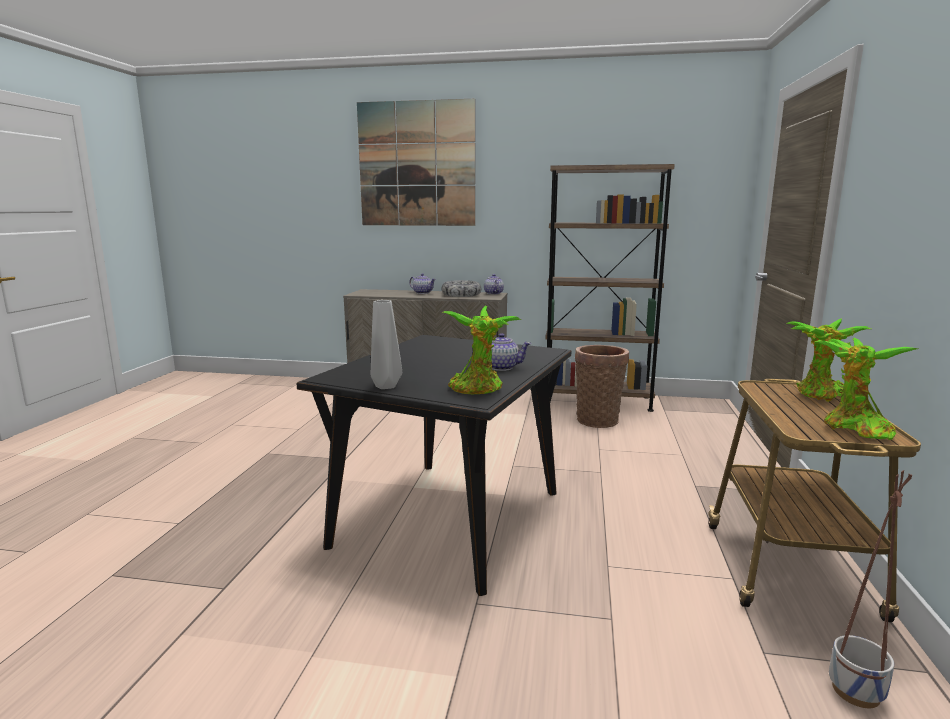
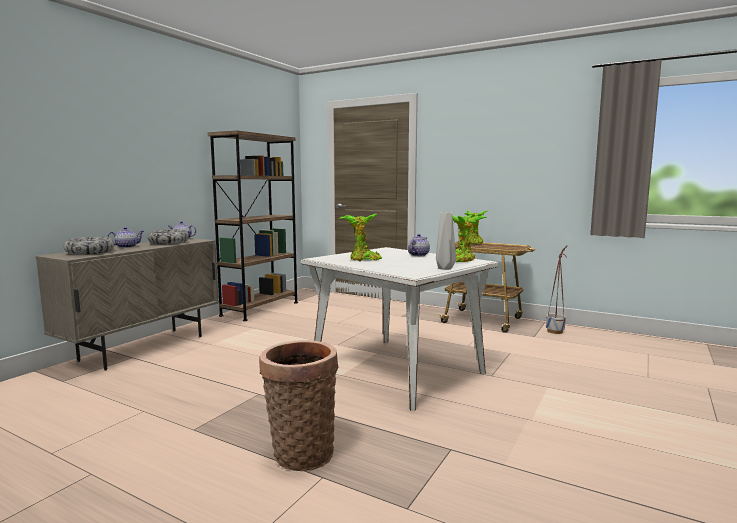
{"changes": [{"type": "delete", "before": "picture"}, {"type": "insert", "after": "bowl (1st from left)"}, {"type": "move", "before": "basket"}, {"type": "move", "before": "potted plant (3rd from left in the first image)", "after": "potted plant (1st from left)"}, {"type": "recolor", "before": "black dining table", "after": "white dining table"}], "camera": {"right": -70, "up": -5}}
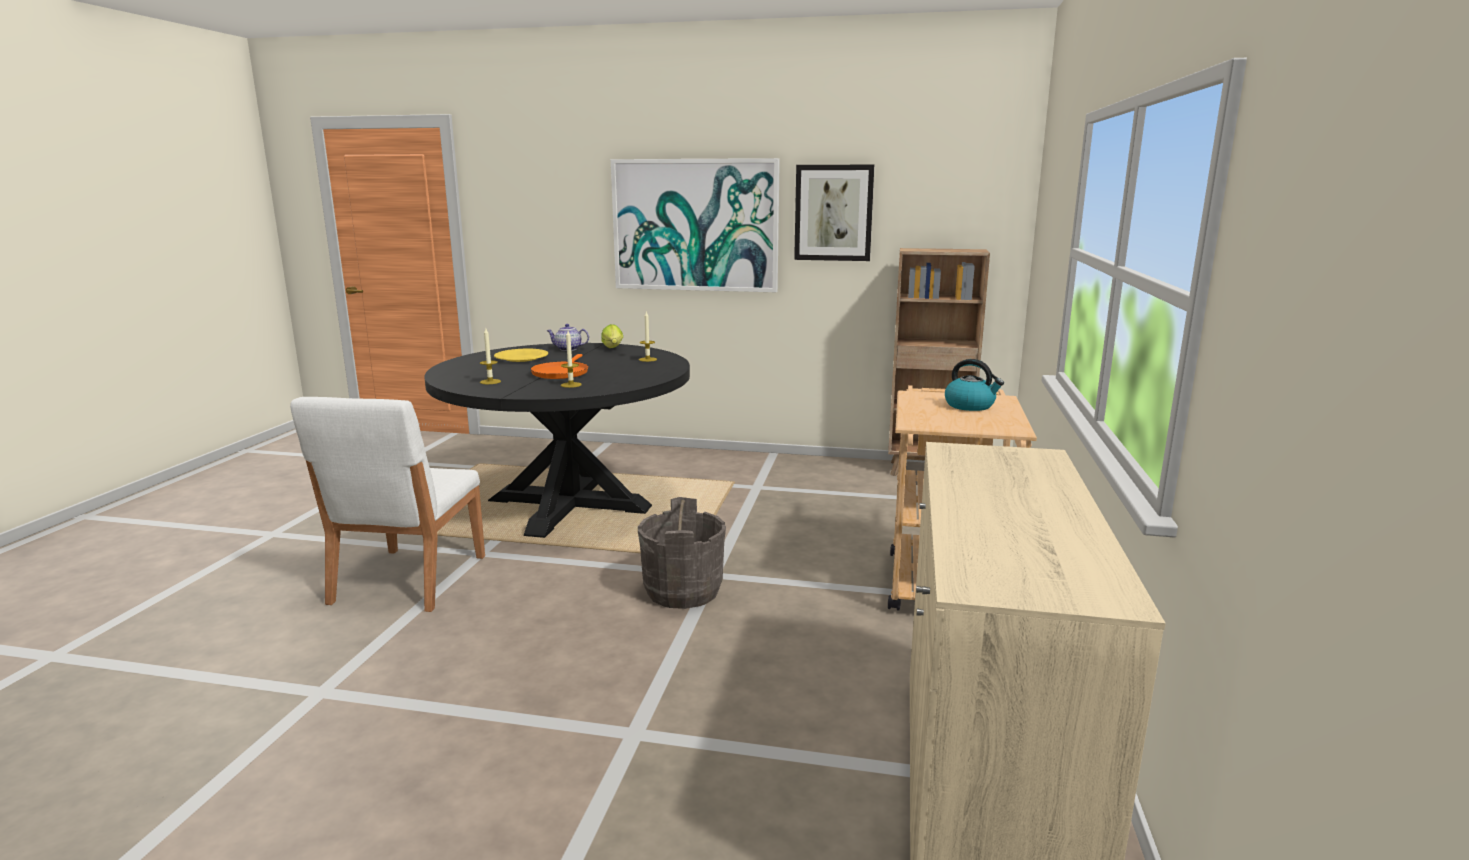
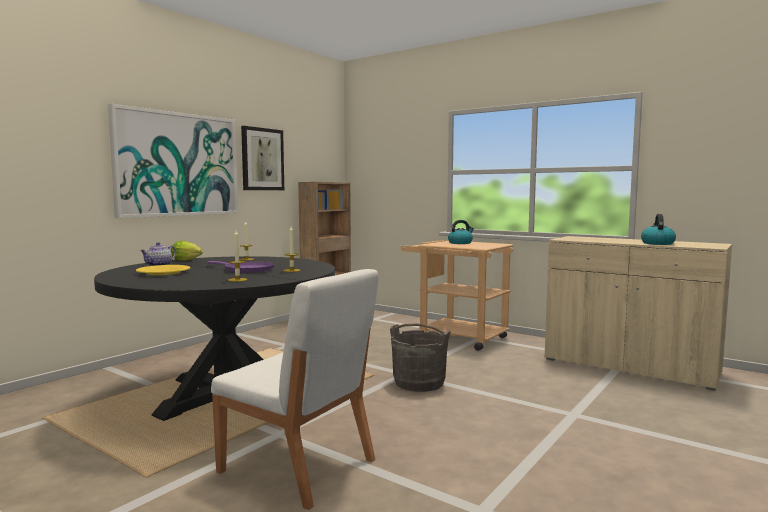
{"changes": [{"type": "insert", "after": "kettle (2nd from left)"}, {"type": "recolor", "before": "orange frying pan", "after": "purple frying pan"}], "camera": {"right": -65, "up": -10}}
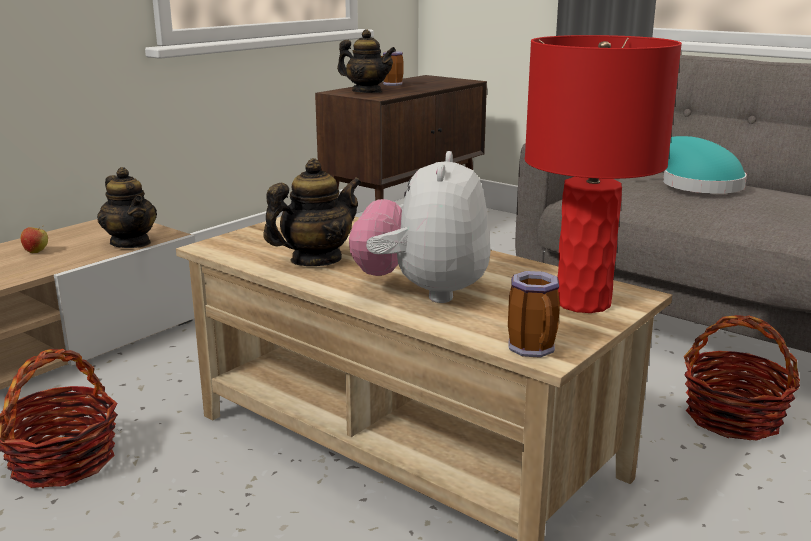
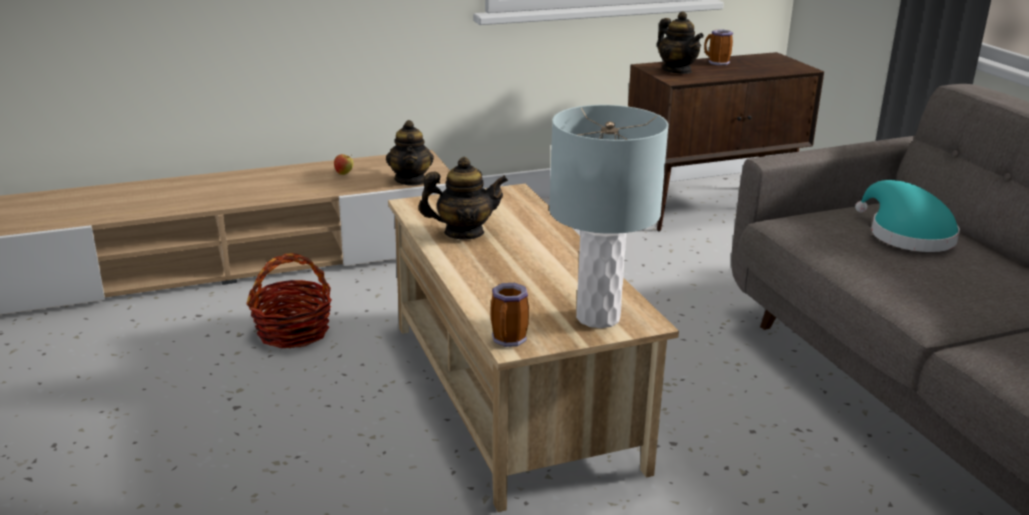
{"changes": [{"type": "delete", "before": "plush toy"}, {"type": "delete", "before": "basket (2nd from left)"}, {"type": "recolor", "before": "red table lamp", "after": "grey table lamp"}], "camera": {"right": 30, "up": 5}}
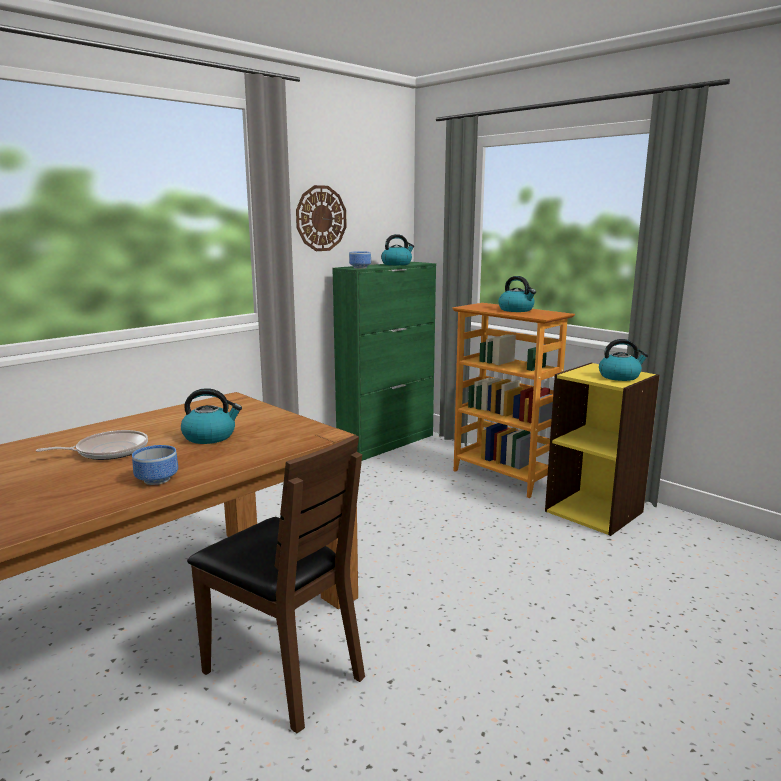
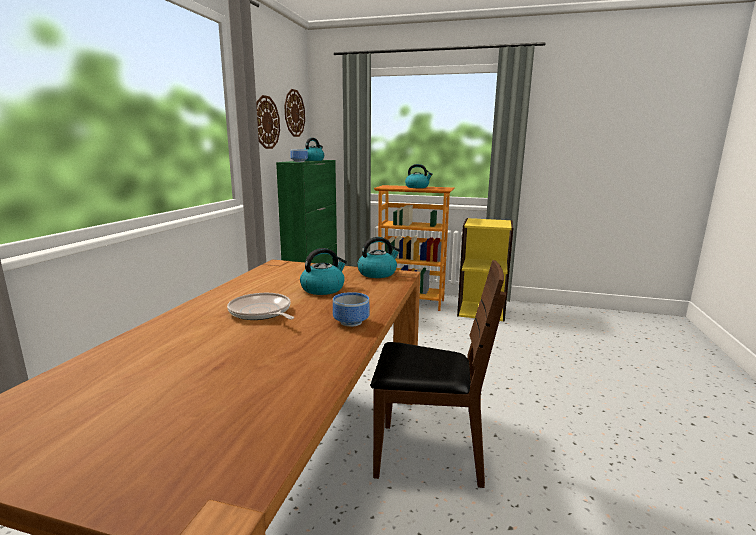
{"changes": [{"type": "insert", "after": "wall clock (2nd from left)"}, {"type": "move", "before": "kettle (4th from left in the first image)", "after": "kettle (3rd from left)"}, {"type": "rotate", "before": "frying pan", "turn": -75}], "camera": {"right": -30, "up": 0}}
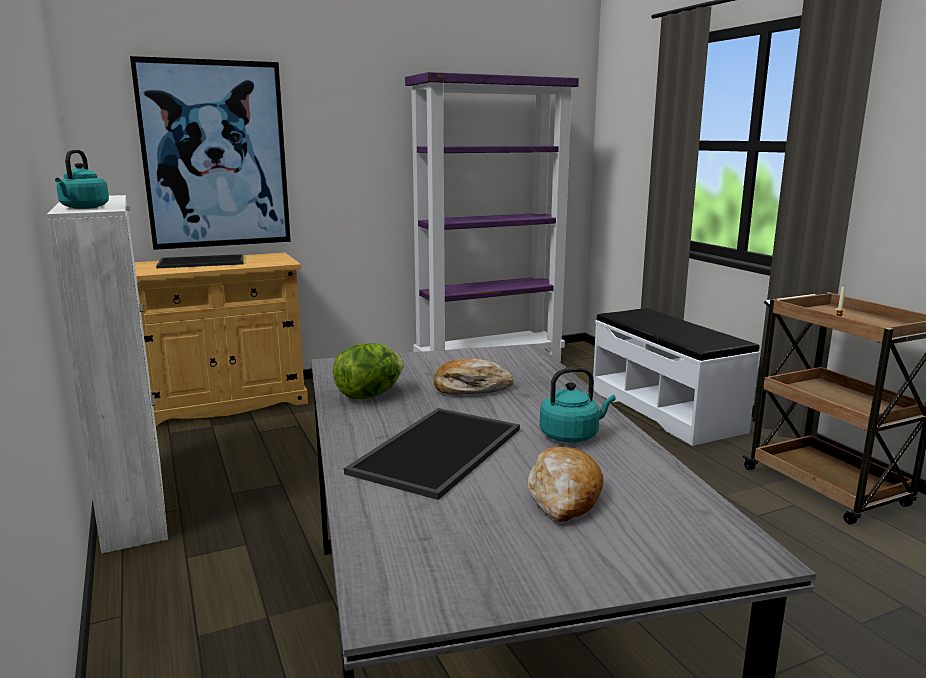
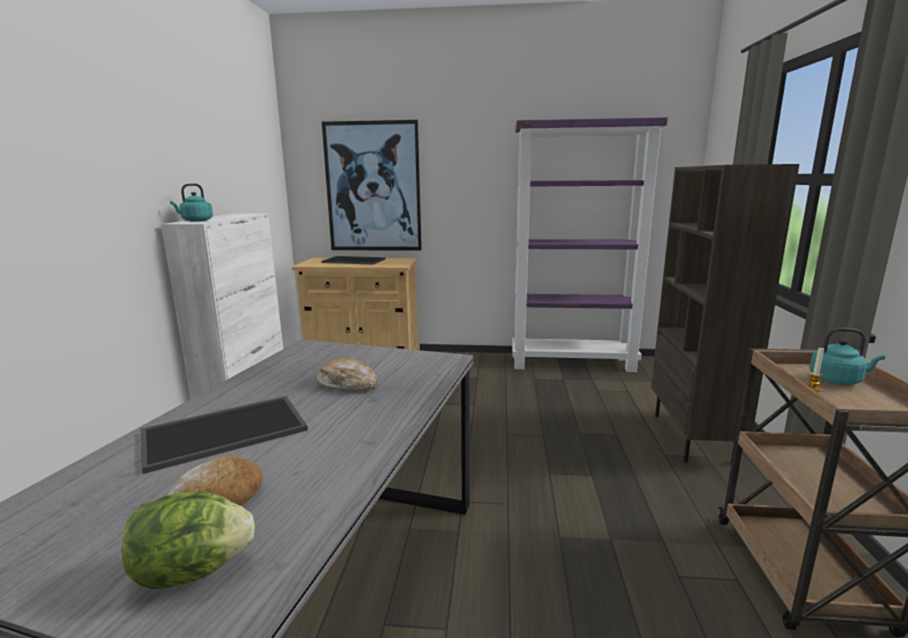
{"changes": [{"type": "move", "before": "lettuce"}, {"type": "move", "before": "turquoise kettle (2nd from left)"}, {"type": "replace", "before": "white bench", "after": "brown bookcase"}], "camera": {"right": 30, "up": 0}}
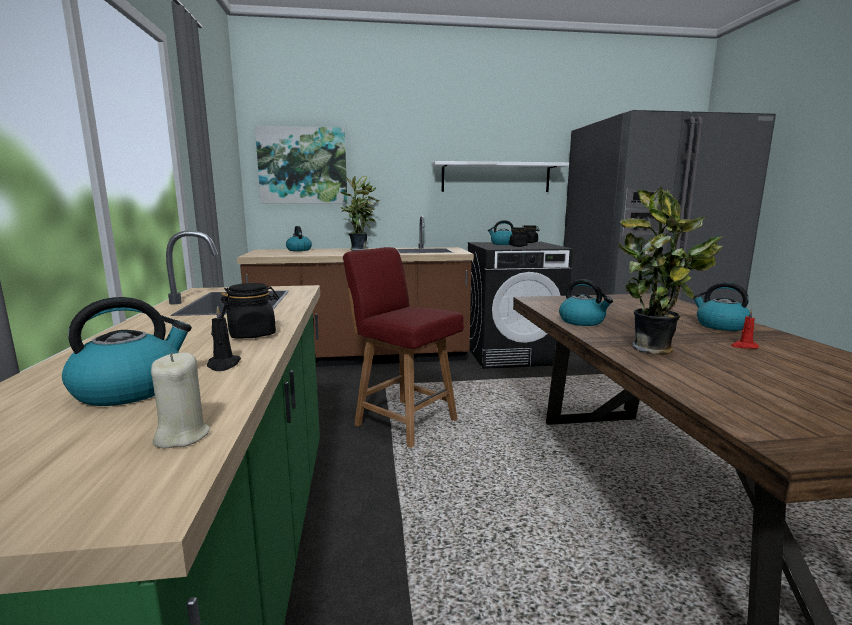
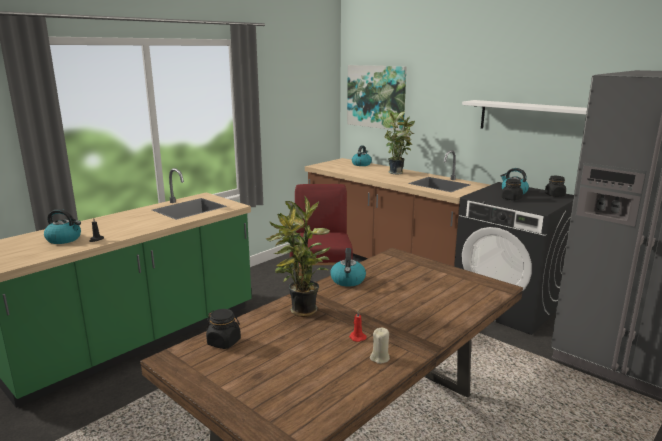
{"changes": [{"type": "delete", "before": "kettle (5th from left)"}, {"type": "move", "before": "beige candle"}, {"type": "move", "before": "black jar (1st from left)"}], "camera": {"right": 50, "up": 5}}
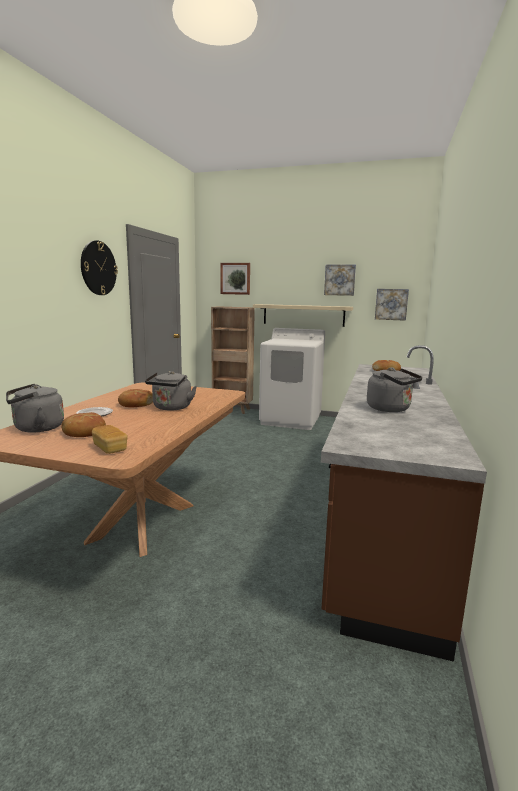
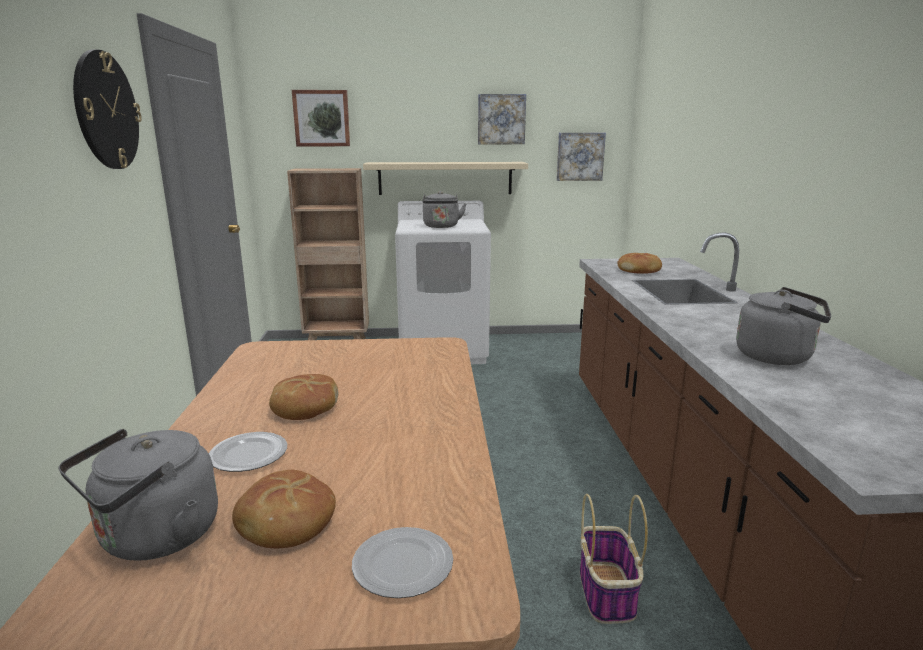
{"changes": [{"type": "insert", "after": "basket"}, {"type": "move", "before": "grey kettle (2nd from left)"}, {"type": "replace", "before": "bread (2nd from left)", "after": "plate (2nd from left)"}], "camera": {"right": -20, "up": 5}}
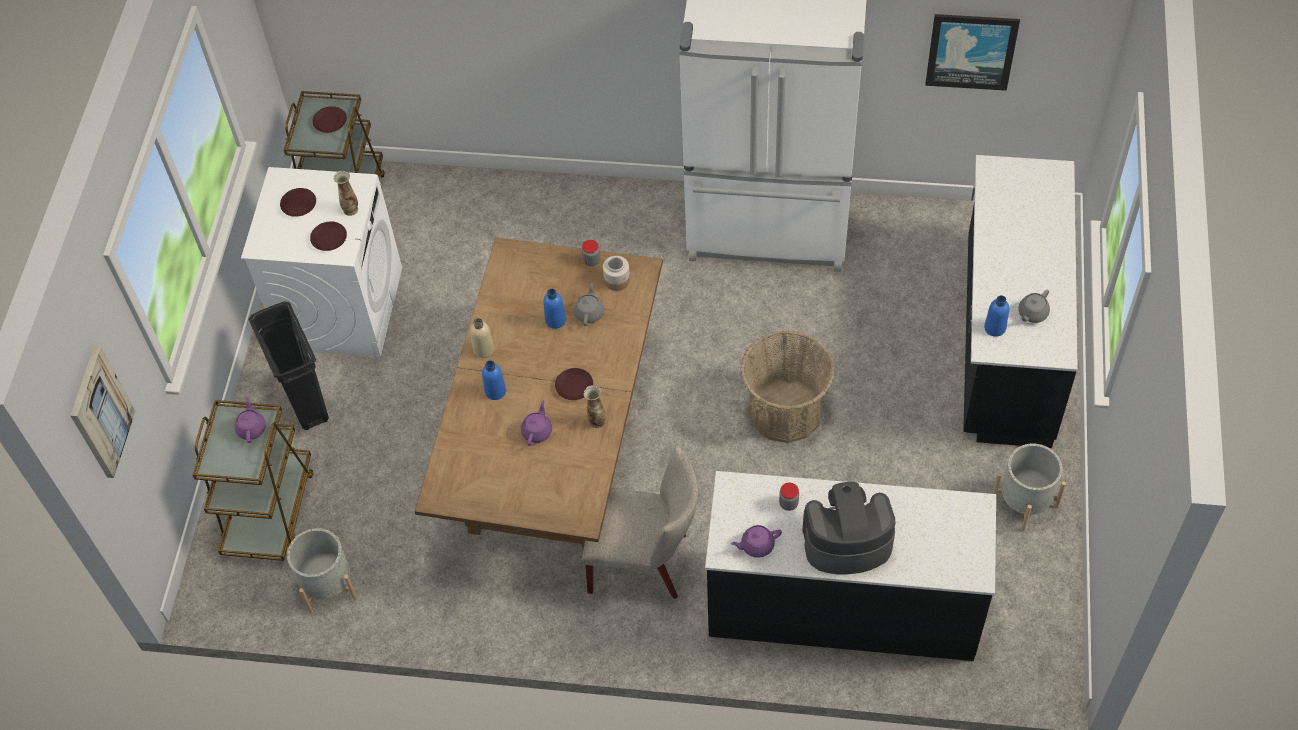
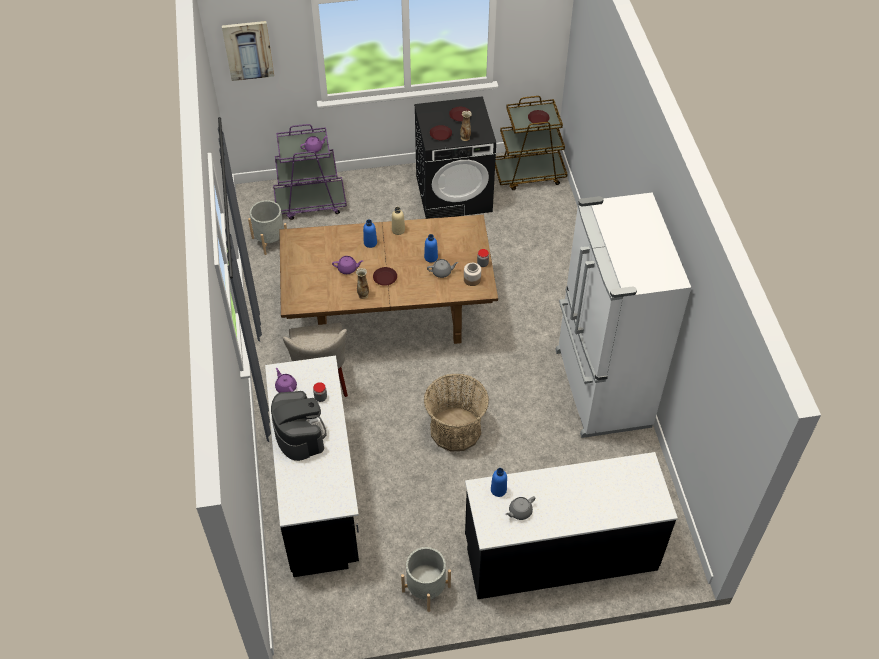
{"changes": [{"type": "delete", "before": "black trash can"}, {"type": "delete", "before": "picture (2nd from left)"}, {"type": "recolor", "before": "brown cart (1st from left)", "after": "purple cart"}, {"type": "recolor", "before": "white washing machine", "after": "black washing machine"}, {"type": "rotate", "before": "grey teapot (2nd from left)", "turn": -60}], "camera": {"right": 70, "up": -5}}
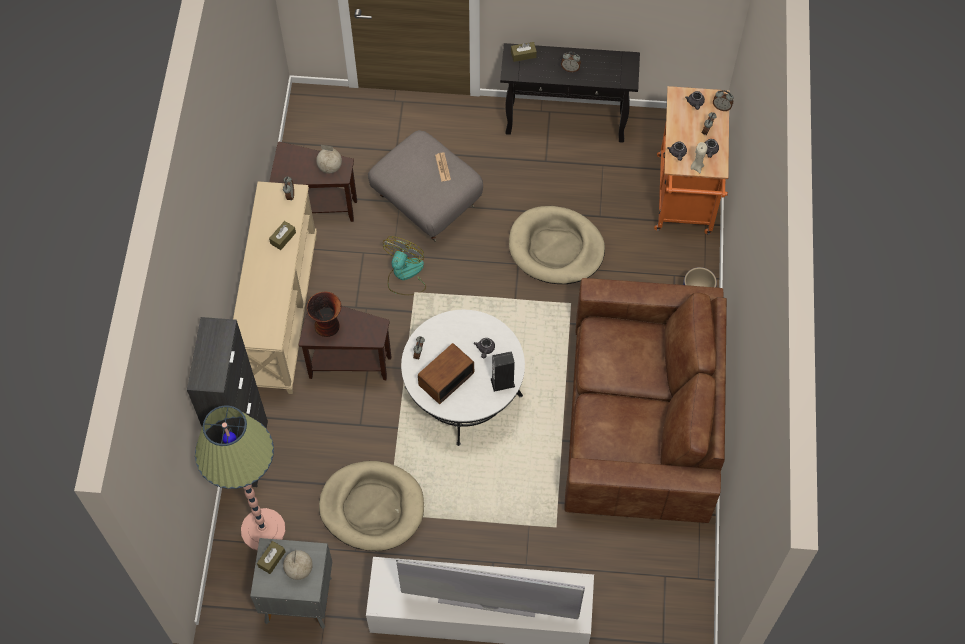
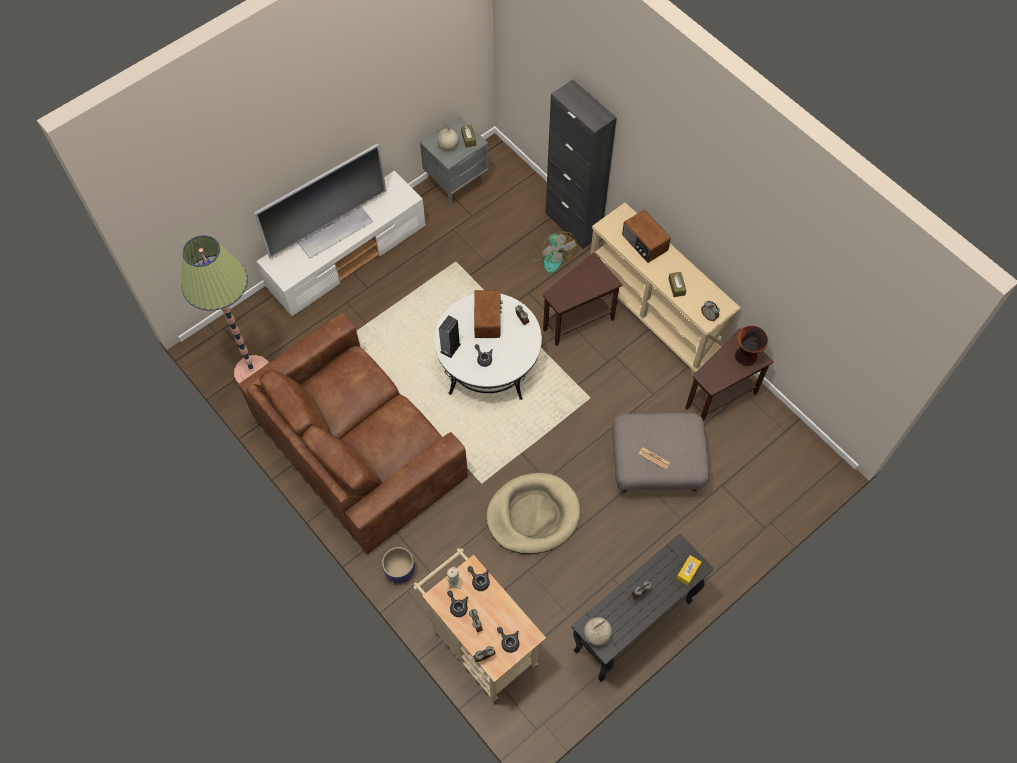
{"changes": [{"type": "delete", "before": "beige dog bed (1st from left)"}, {"type": "insert", "after": "radio (2nd from left)"}, {"type": "move", "before": "floor lamp"}, {"type": "move", "before": "vase"}, {"type": "move", "before": "globe (2nd from left)"}, {"type": "move", "before": "fan"}, {"type": "recolor", "before": "brown tissue box (3rd from left)", "after": "yellow tissue box"}, {"type": "recolor", "before": "orange cart", "after": "beige cart"}], "camera": {"right": 135, "up": 0}}
